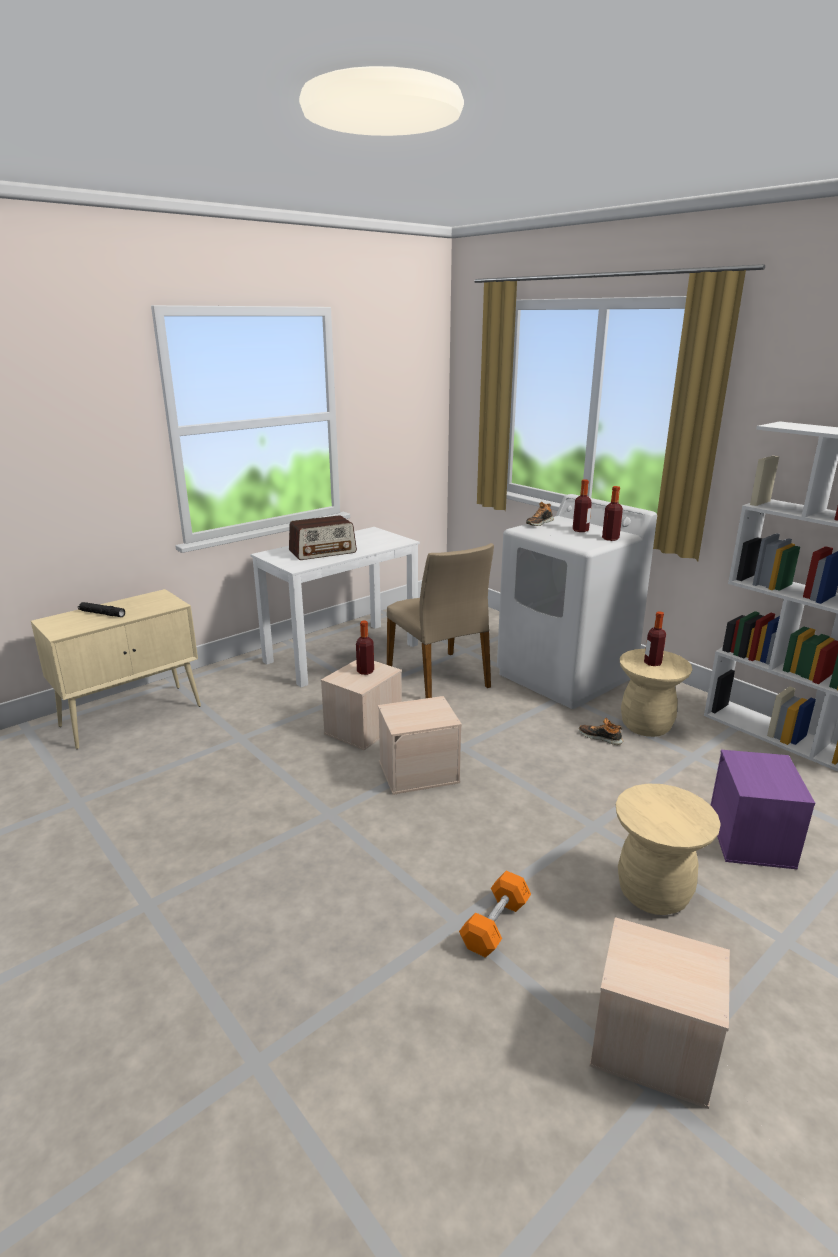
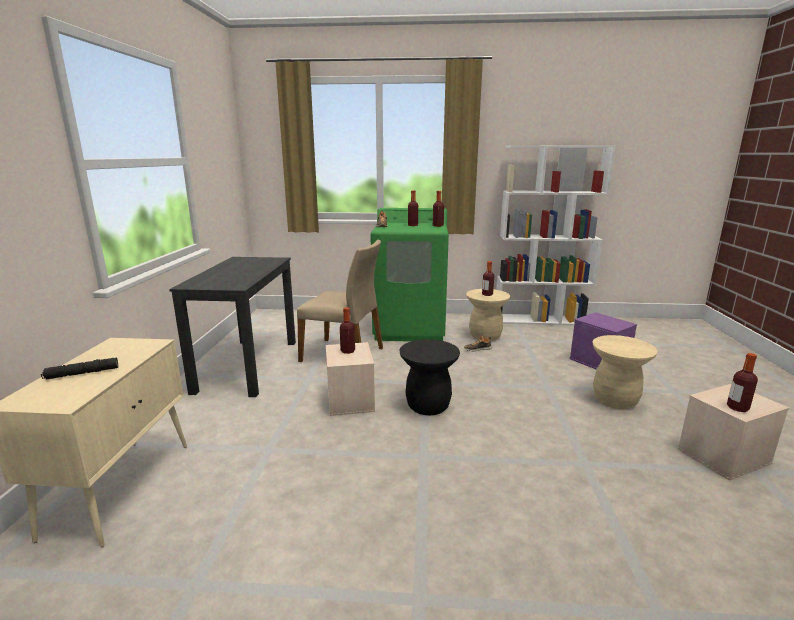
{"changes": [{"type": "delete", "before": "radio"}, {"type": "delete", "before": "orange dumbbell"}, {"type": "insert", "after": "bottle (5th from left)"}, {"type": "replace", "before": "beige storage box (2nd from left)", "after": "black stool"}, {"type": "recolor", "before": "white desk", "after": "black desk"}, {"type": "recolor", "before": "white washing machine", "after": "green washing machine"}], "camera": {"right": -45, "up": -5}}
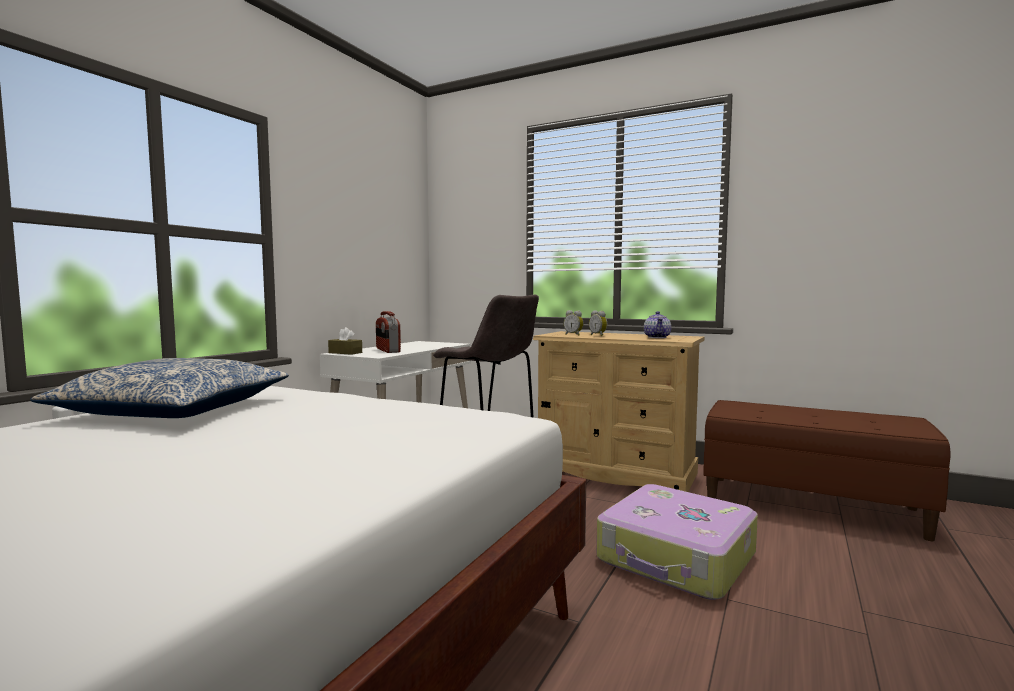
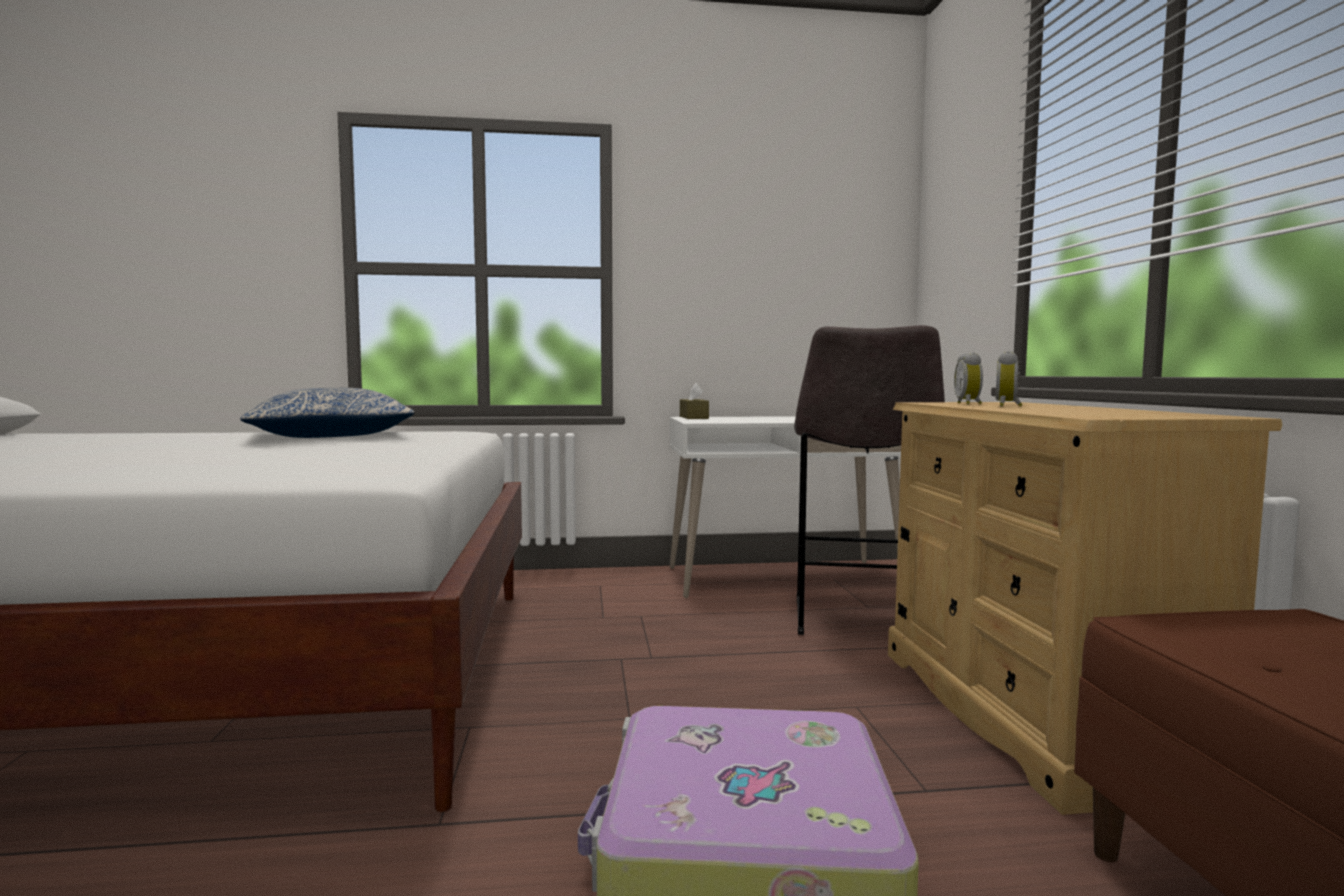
{"changes": [{"type": "delete", "before": "radio"}, {"type": "delete", "before": "teapot"}], "camera": {"right": 55, "up": 0}}
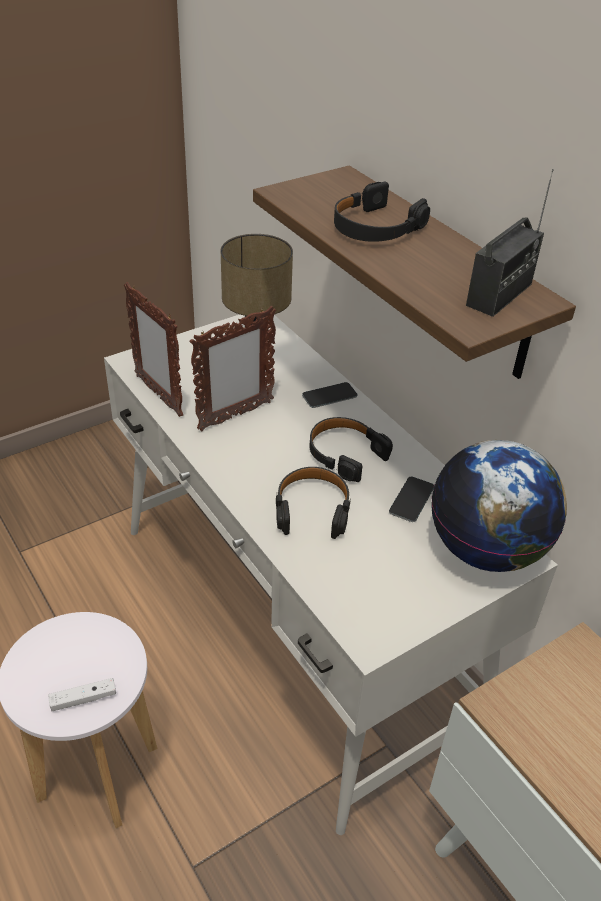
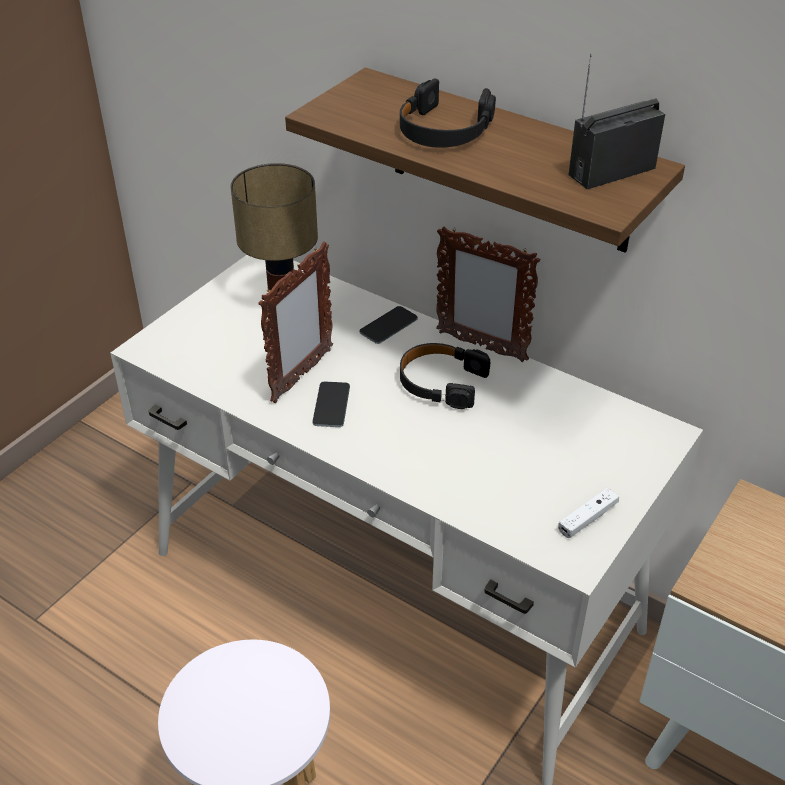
{"changes": [{"type": "delete", "before": "black headphones (1st from left)"}, {"type": "delete", "before": "globe"}, {"type": "move", "before": "white game controller"}, {"type": "move", "before": "picture frame (1st from left in the first image)", "after": "picture frame (2nd from left)"}, {"type": "move", "before": "phone (2nd from left in the first image)", "after": "phone (1st from left)"}, {"type": "rotate", "before": "radio", "turn": -135}], "camera": {"right": -20, "up": 0}}
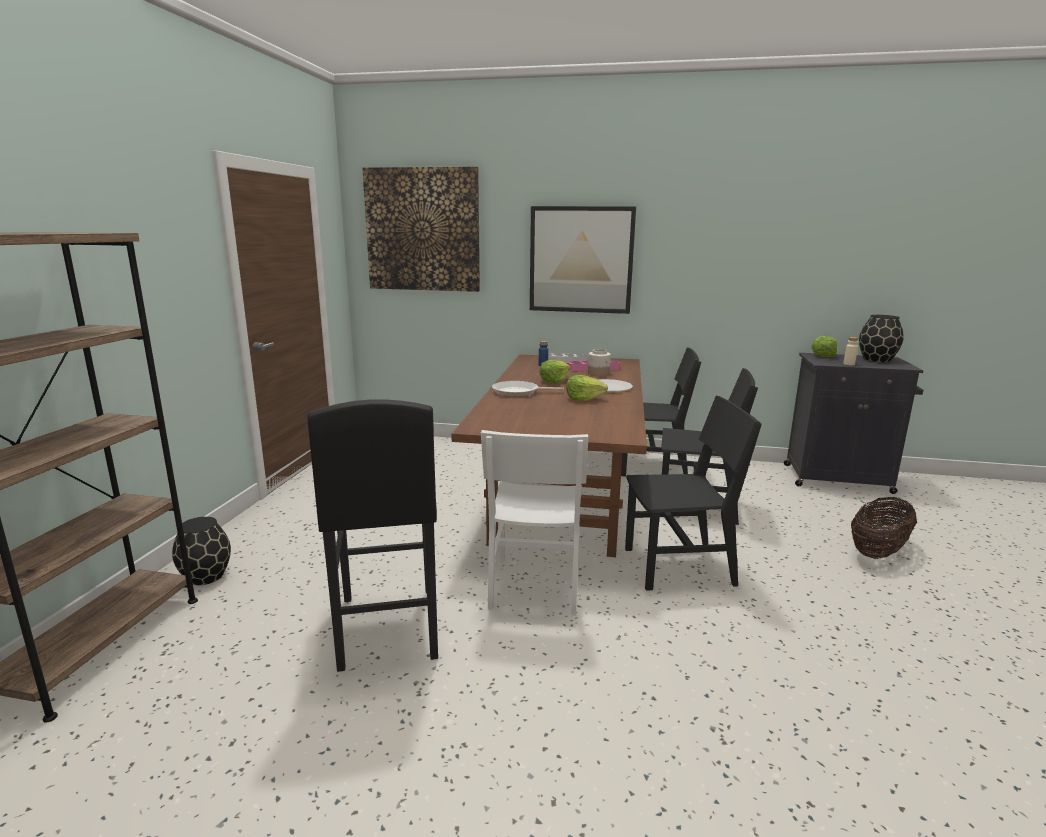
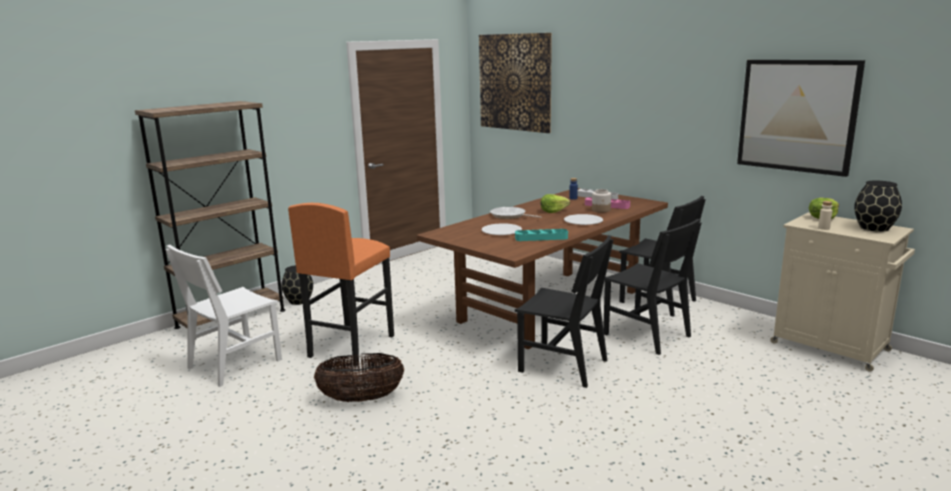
{"changes": [{"type": "delete", "before": "lettuce (2nd from left)"}, {"type": "insert", "after": "white plate (1st from left)"}, {"type": "insert", "after": "turquoise tray"}, {"type": "move", "before": "white chair"}, {"type": "move", "before": "picture (2nd from left)"}, {"type": "move", "before": "basket"}, {"type": "recolor", "before": "black stool", "after": "orange stool"}, {"type": "recolor", "before": "black cabinet", "after": "beige cabinet"}], "camera": {"right": 35, "up": 0}}
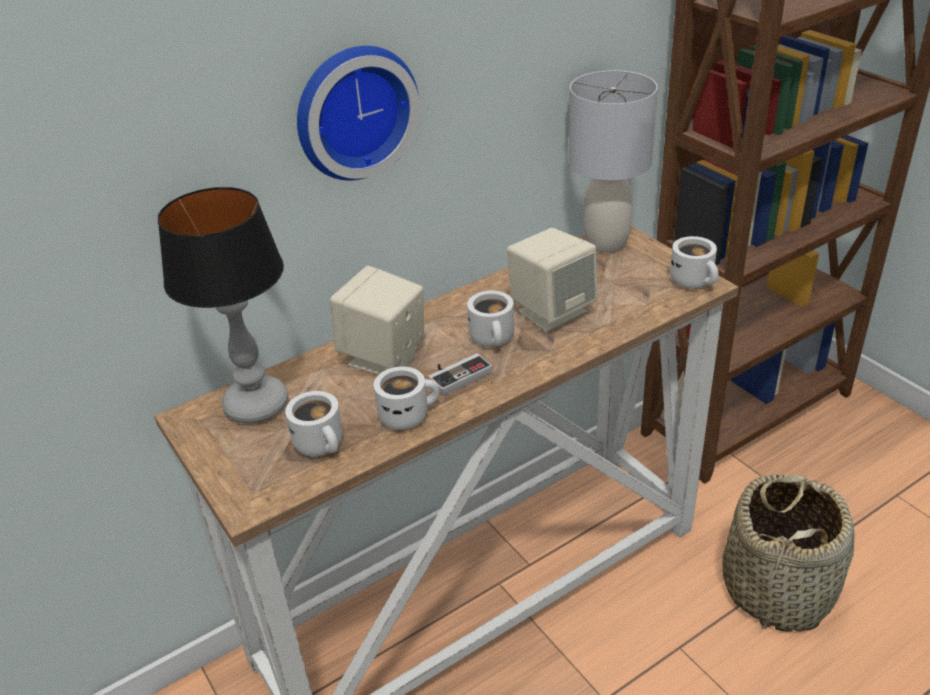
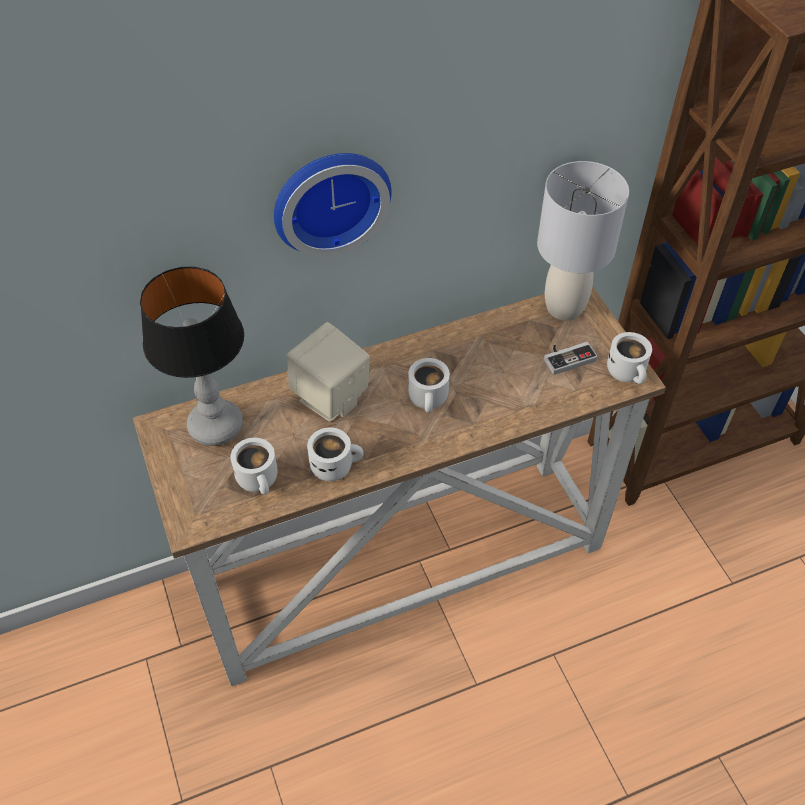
{"changes": [{"type": "delete", "before": "beige speaker (2nd from left)"}, {"type": "delete", "before": "basket"}, {"type": "move", "before": "game controller"}], "camera": {"right": 10, "up": 15}}
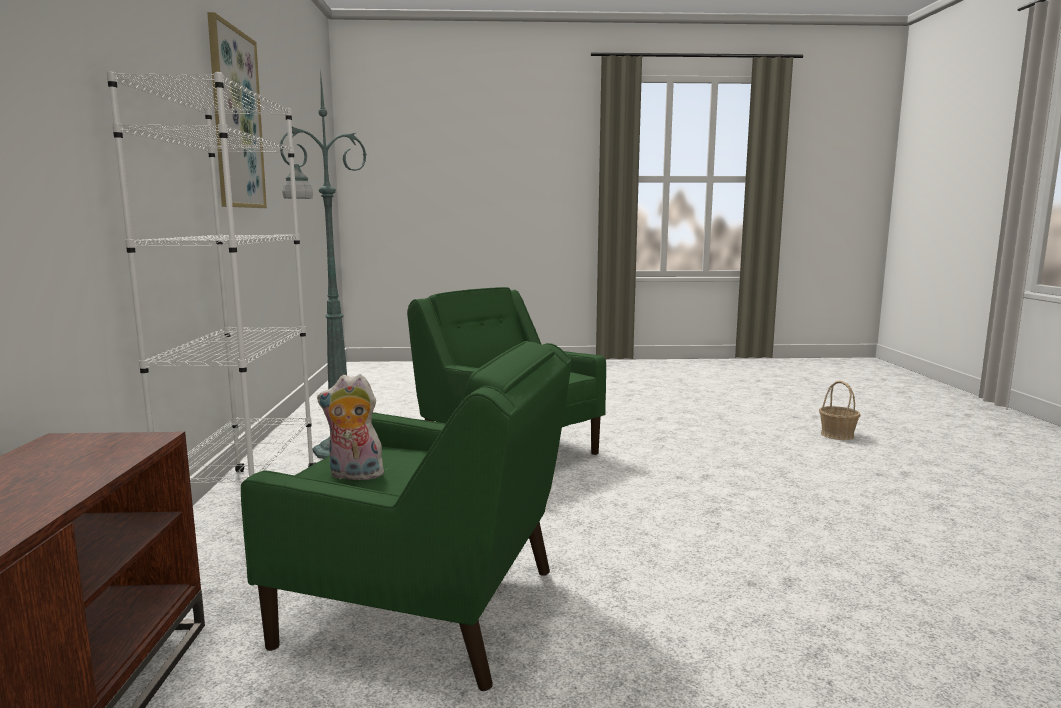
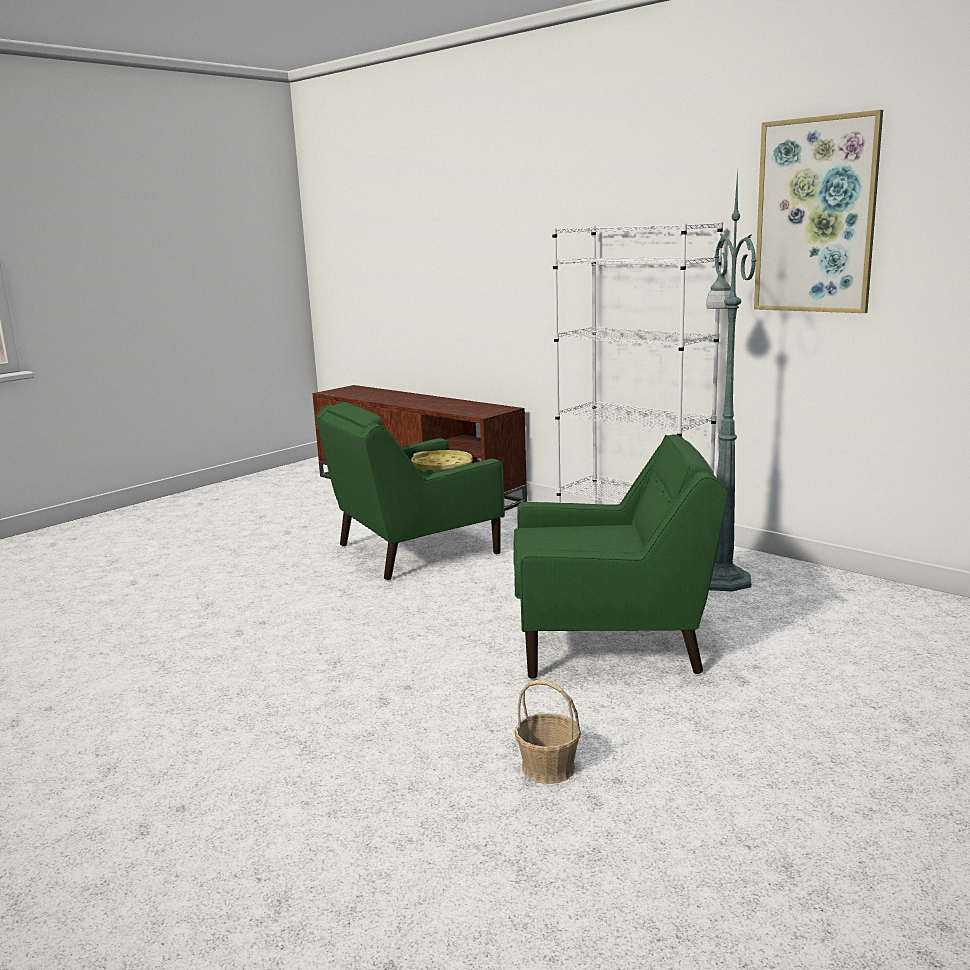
{"changes": [{"type": "move", "before": "basket"}, {"type": "replace", "before": "plush toy", "after": "yellow tray"}], "camera": {"right": 135, "up": 5}}
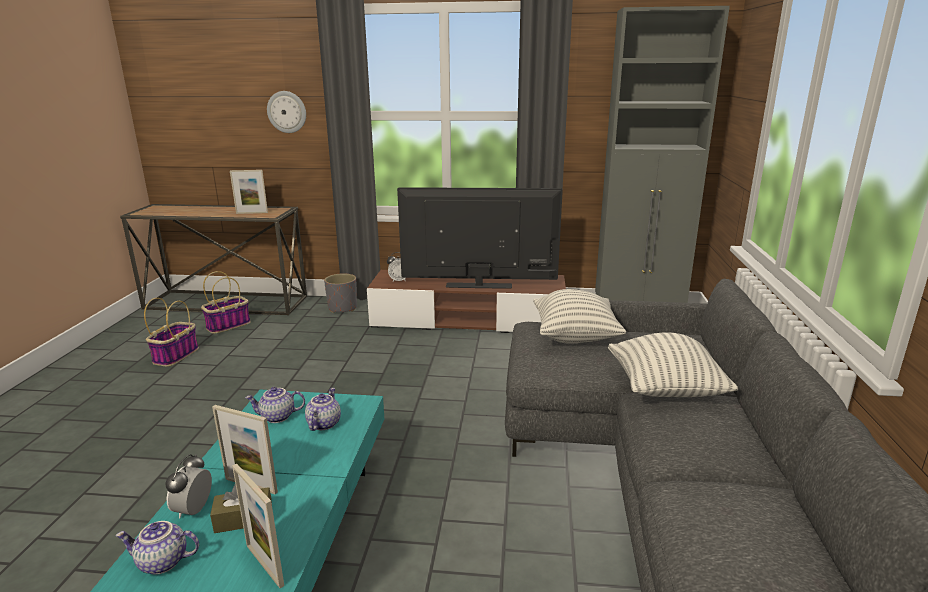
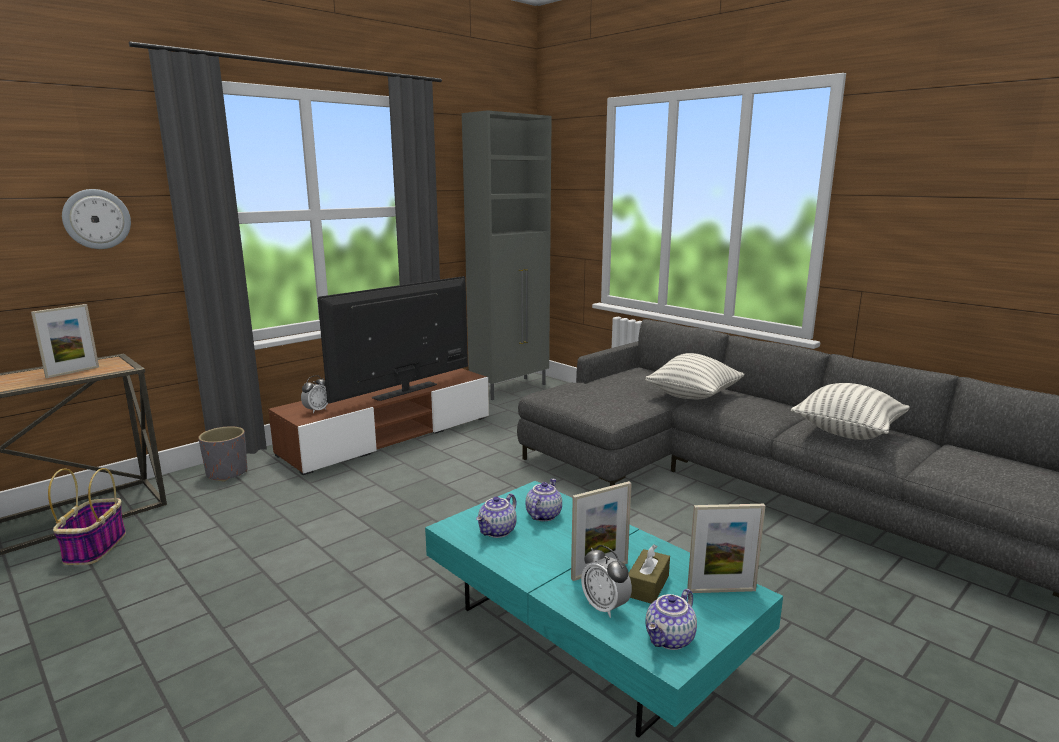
{"changes": [{"type": "delete", "before": "basket (1st from left)"}, {"type": "move", "before": "pillow (1st from left in the first image)", "after": "pillow (2nd from left)"}, {"type": "rotate", "before": "teapot (3rd from left in the first image)", "turn": 60}], "camera": {"right": -50, "up": -5}}
